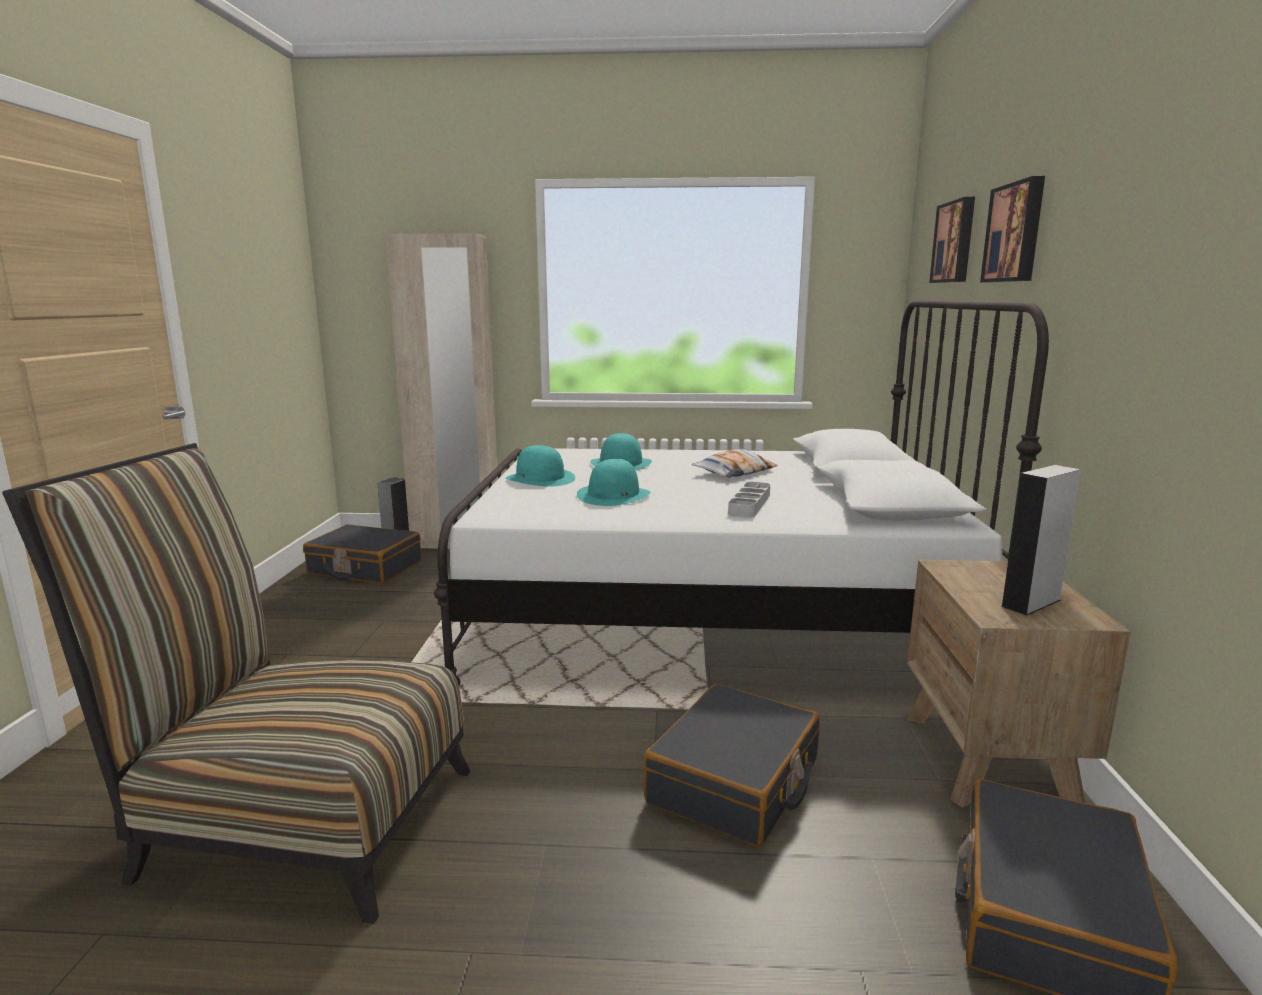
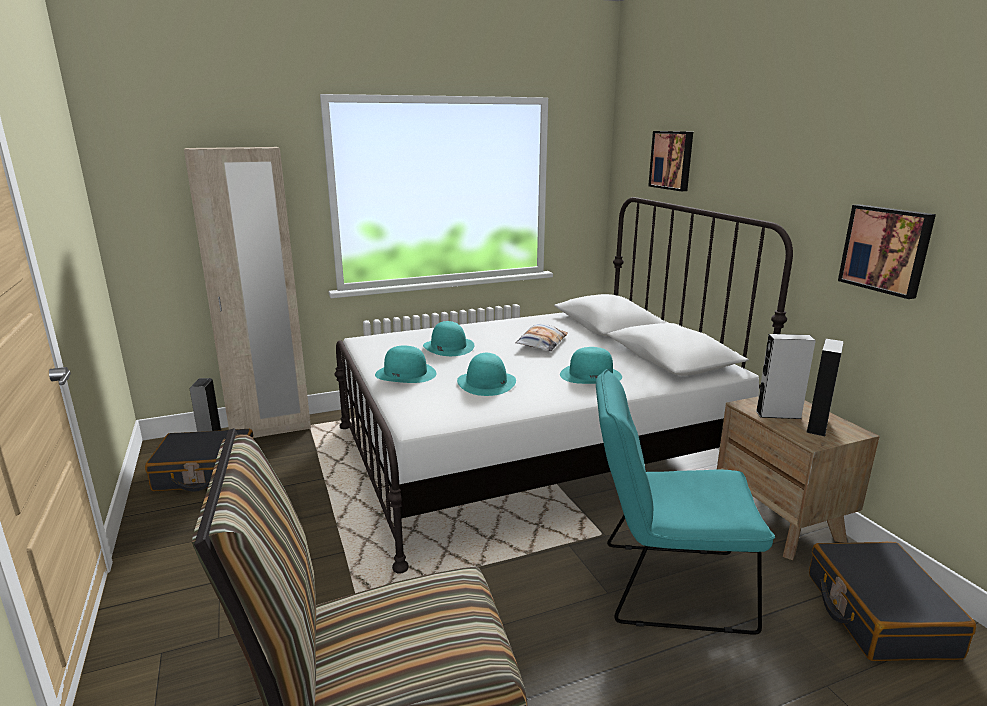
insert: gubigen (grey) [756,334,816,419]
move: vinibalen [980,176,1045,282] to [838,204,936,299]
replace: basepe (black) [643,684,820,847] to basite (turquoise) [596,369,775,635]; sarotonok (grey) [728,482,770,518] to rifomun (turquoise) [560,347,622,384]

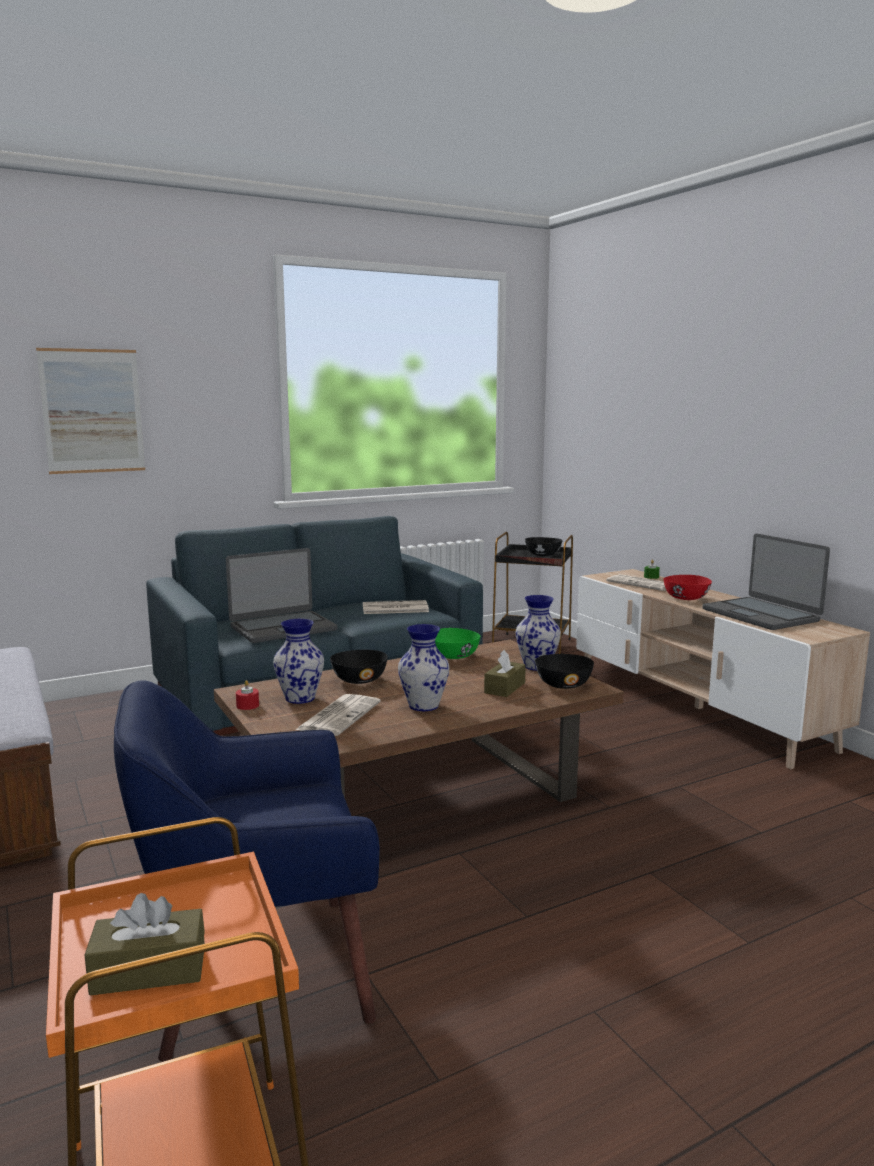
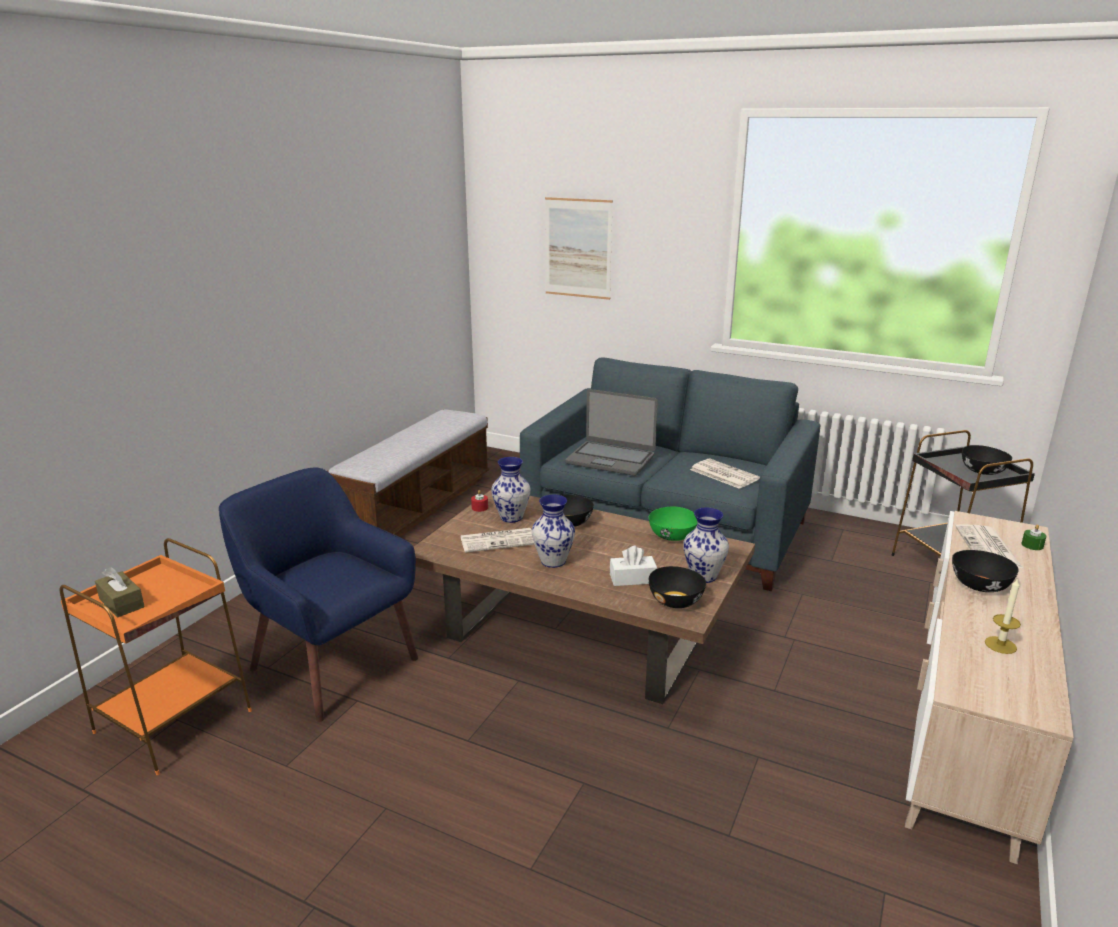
replace: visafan [702,533,830,630] to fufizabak [985,578,1021,654]
recolor: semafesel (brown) [484,650,526,697] to semafesel (white) [610,546,657,586]; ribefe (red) [664,575,712,600] to ribefe (black) [952,550,1019,592]

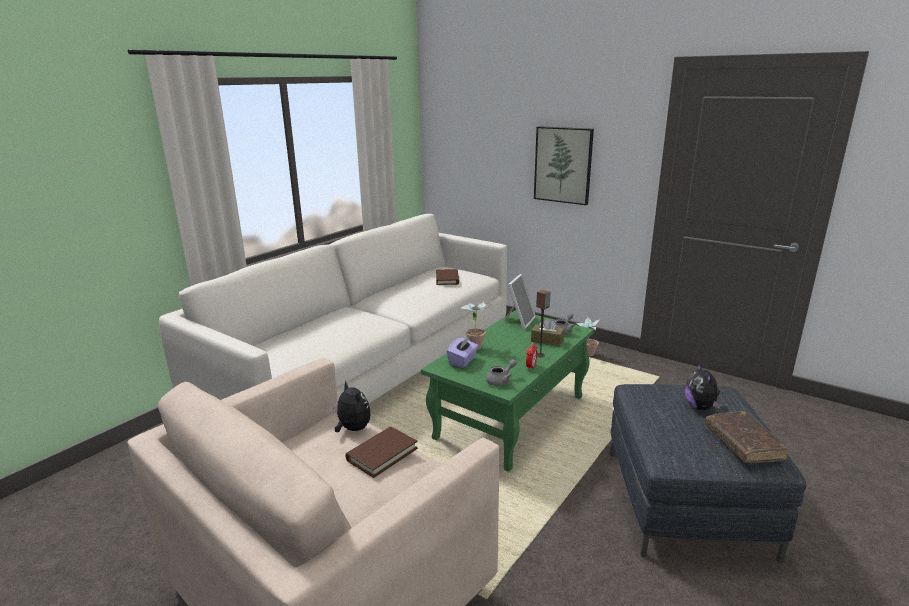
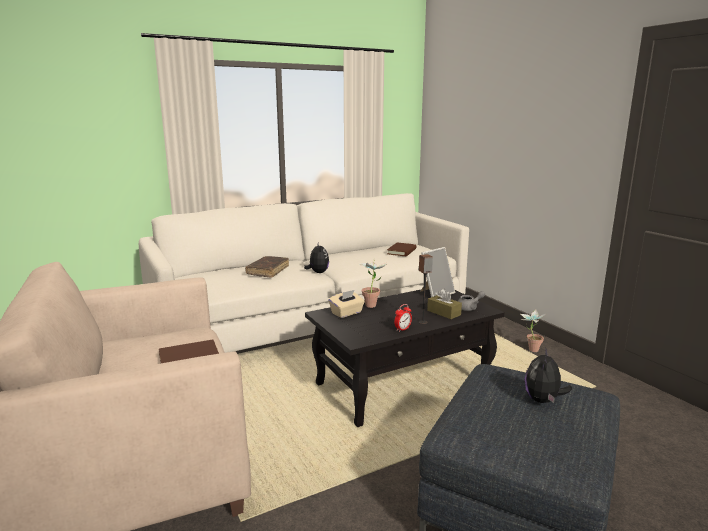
delete: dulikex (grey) [486,359,517,386]; vinibalen [534,126,594,205]
move: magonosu [333,381,371,432] to [304,244,329,273]; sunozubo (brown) [705,411,788,463] to [245,256,289,278]
recolor: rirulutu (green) [421,310,594,472] to rirulutu (black) [305,289,504,427]; semafesel (purple) [447,337,478,368] to semafesel (beige) [329,290,365,318]

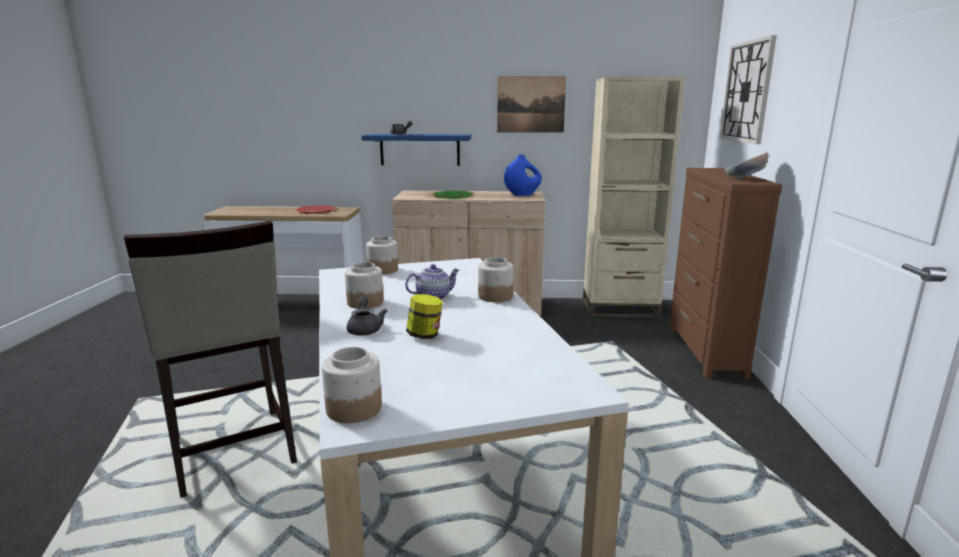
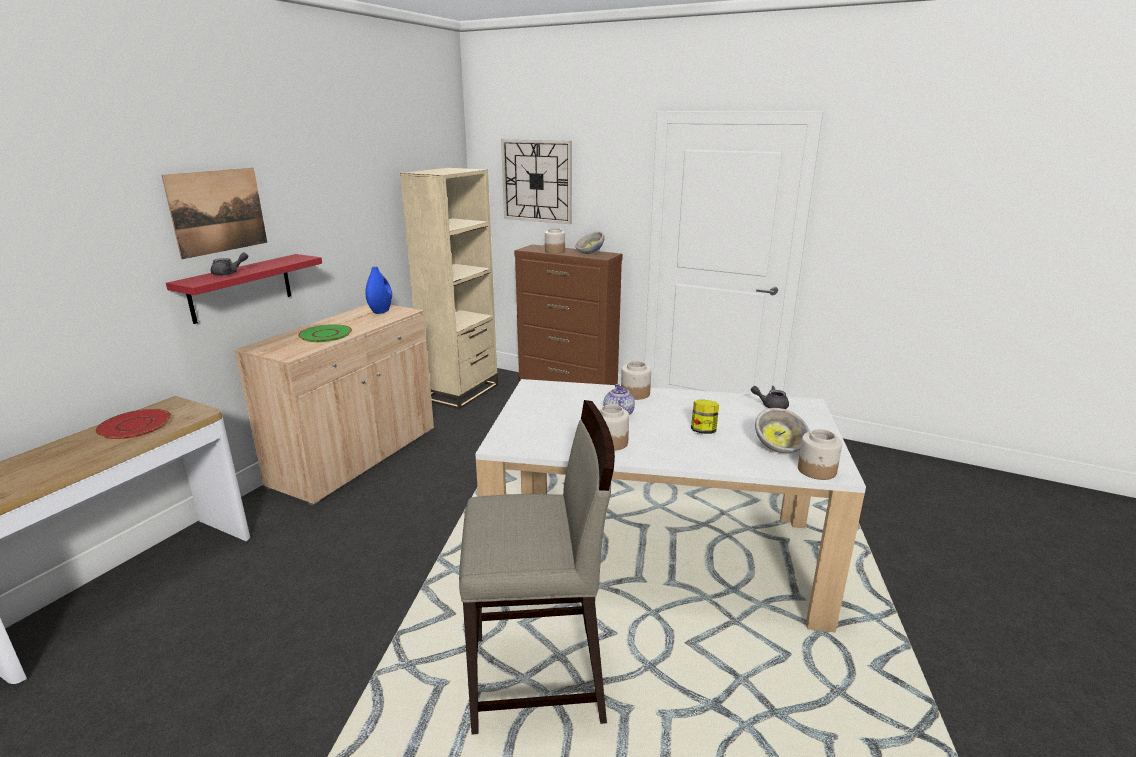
insert: ribefe [755,408,810,453]
move: dulikex (grey) [347,296,387,336] to [751,386,789,409]; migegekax [366,236,398,275] to [545,228,565,254]; vinibalen [497,76,566,133] to [161,168,267,259]
recolor: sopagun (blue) [362,134,471,166] to sopagun (red) [166,254,322,324]

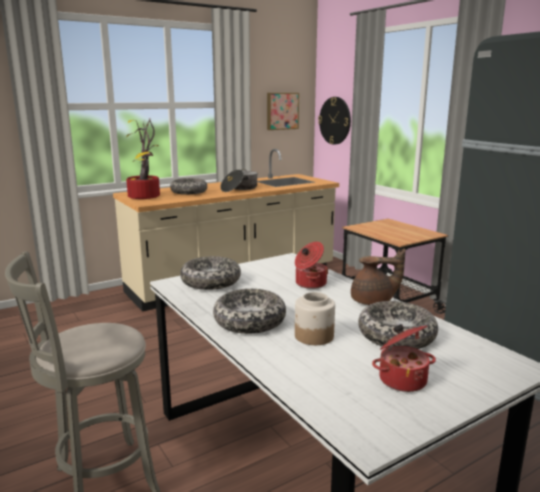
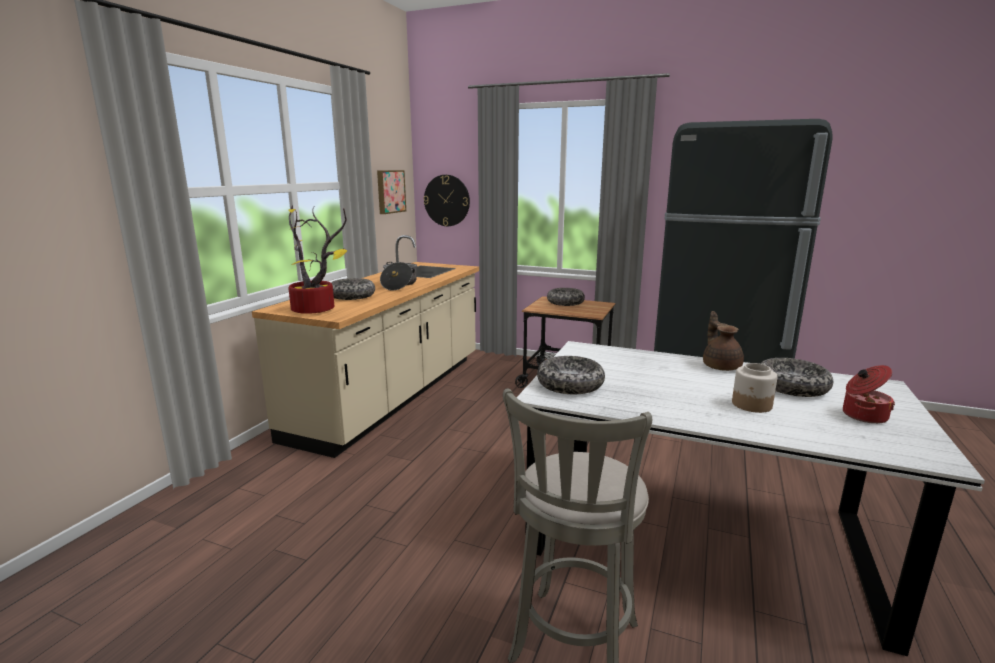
delete: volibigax [295,242,328,289]
move: ribefe [213,289,286,334] to [547,288,585,306]
rotate: dulikex (brown) [351,248,405,305] = [703,311,744,371] 60 degrees counterclockwise

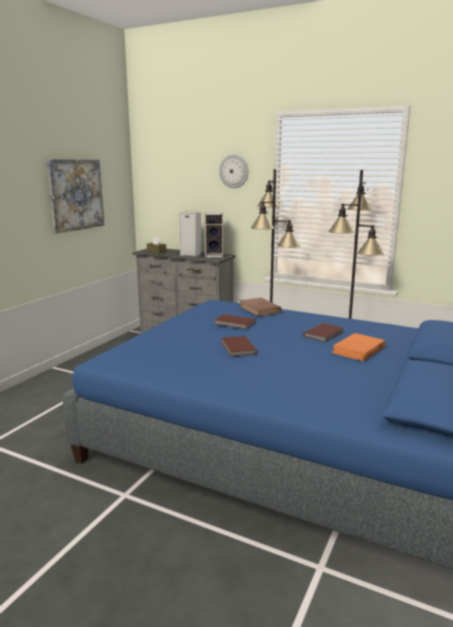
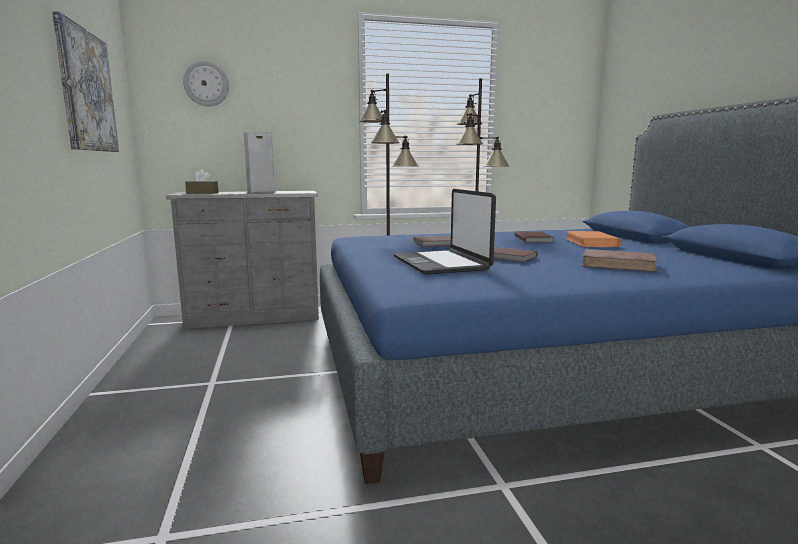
delete: gubigen [204,212,223,258]
insert: visafan [394,189,496,275]
move: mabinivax [219,154,249,188] to [183,61,229,107]; sunozubo (brown) [240,298,282,316] to [582,249,658,272]

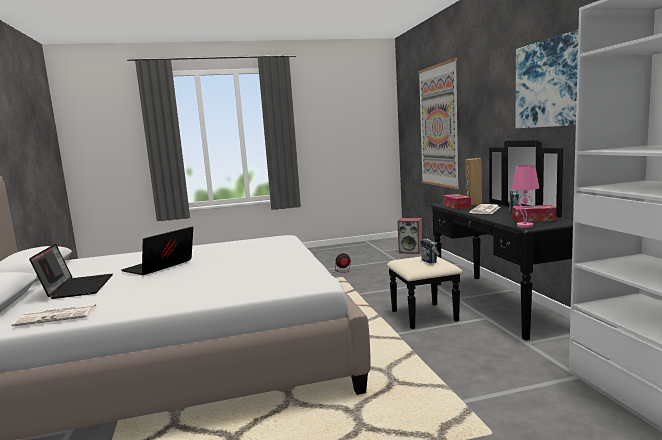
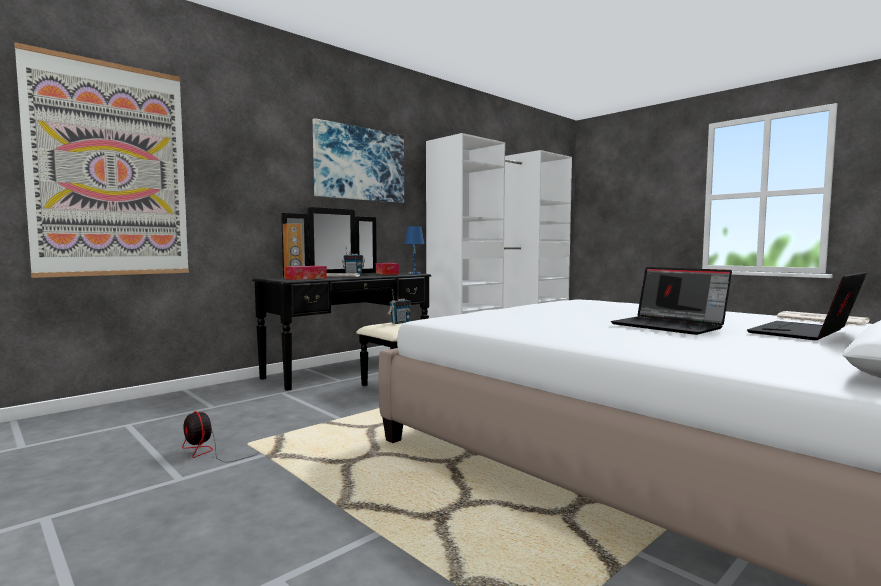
delete: gubigen [397,218,422,254]
recolor: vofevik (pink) [512,165,539,228] to vofevik (blue) [404,226,424,274]
rotate: visafan [121,226,193,275] = [611,267,732,335] 45 degrees clockwise

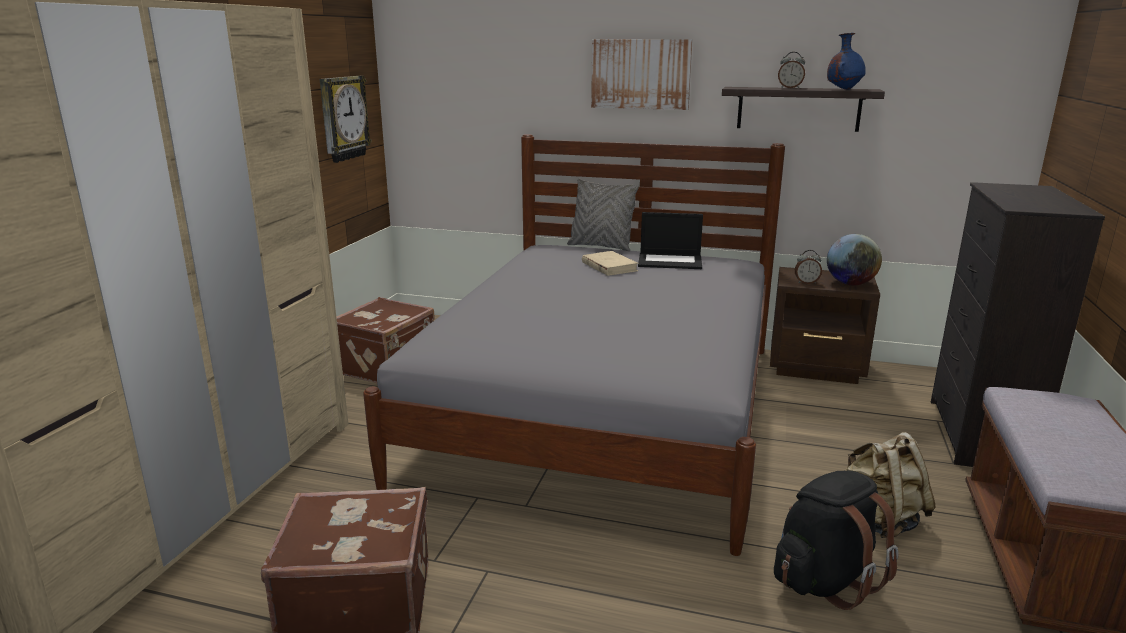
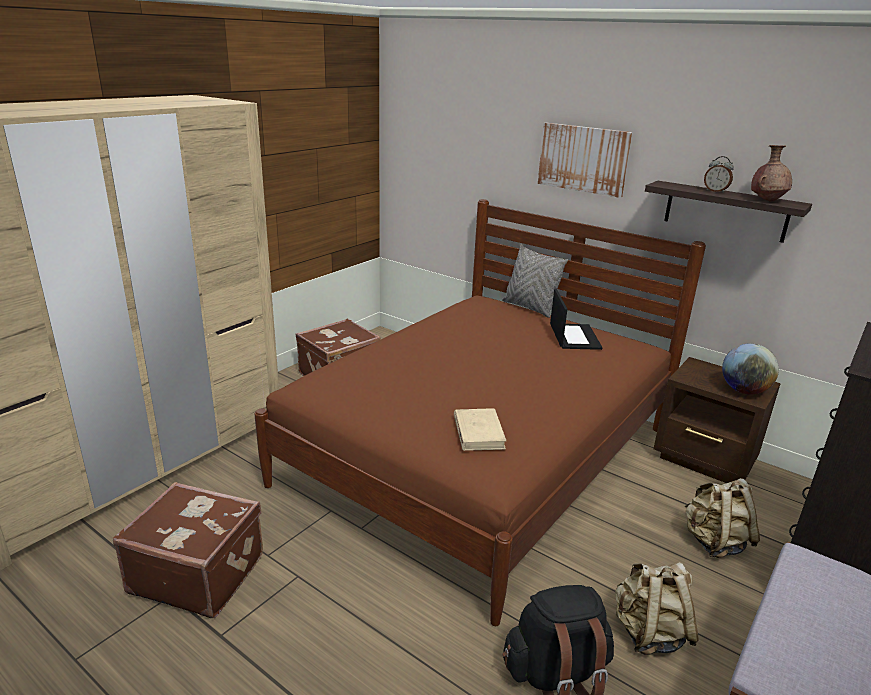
delete: mabinivax [320,76,371,163]; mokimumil [795,250,822,284]
insert: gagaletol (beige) [684,478,760,558]
move: sunozubo (beige) [582,251,639,276] to [454,409,506,451]
recolor: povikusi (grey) [363,134,785,556] to povikusi (brown) [254,199,706,626]; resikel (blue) [827,33,866,90] to resikel (brown) [751,145,792,202]
rotate: visafan [638,212,703,269] = [550,289,603,350] 120 degrees counterclockwise

